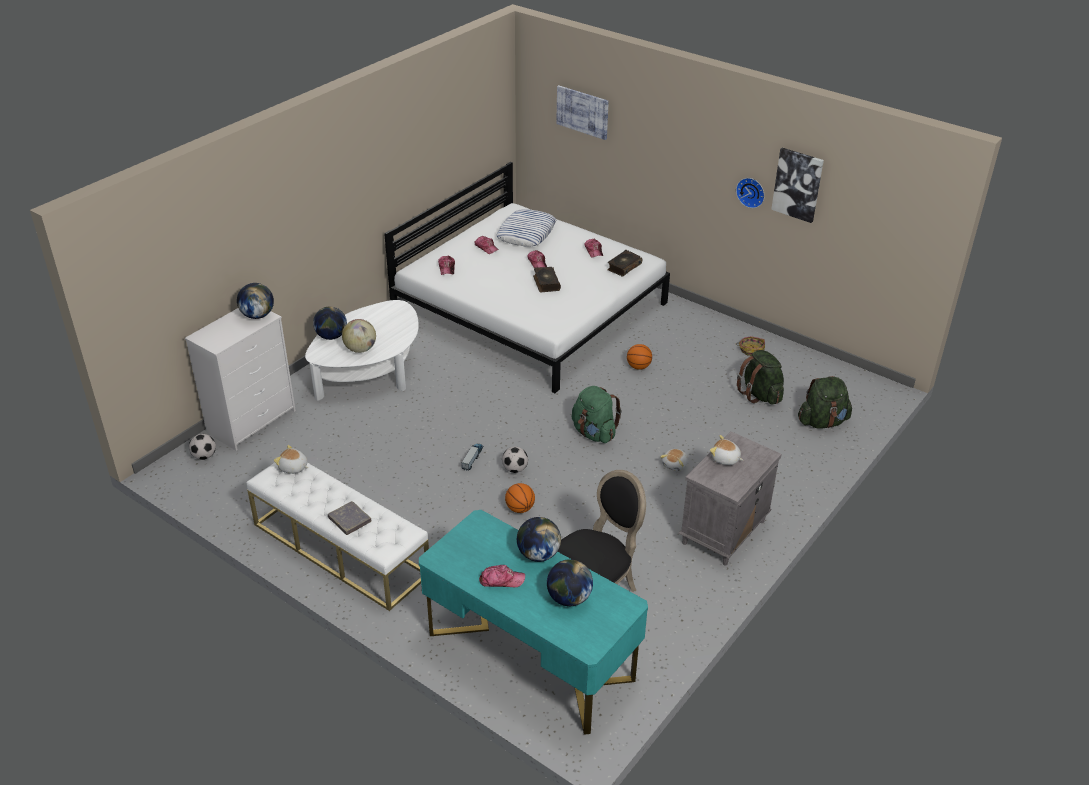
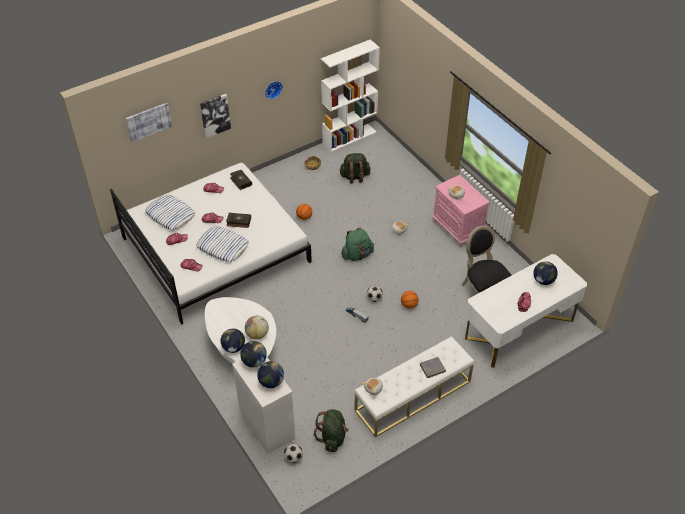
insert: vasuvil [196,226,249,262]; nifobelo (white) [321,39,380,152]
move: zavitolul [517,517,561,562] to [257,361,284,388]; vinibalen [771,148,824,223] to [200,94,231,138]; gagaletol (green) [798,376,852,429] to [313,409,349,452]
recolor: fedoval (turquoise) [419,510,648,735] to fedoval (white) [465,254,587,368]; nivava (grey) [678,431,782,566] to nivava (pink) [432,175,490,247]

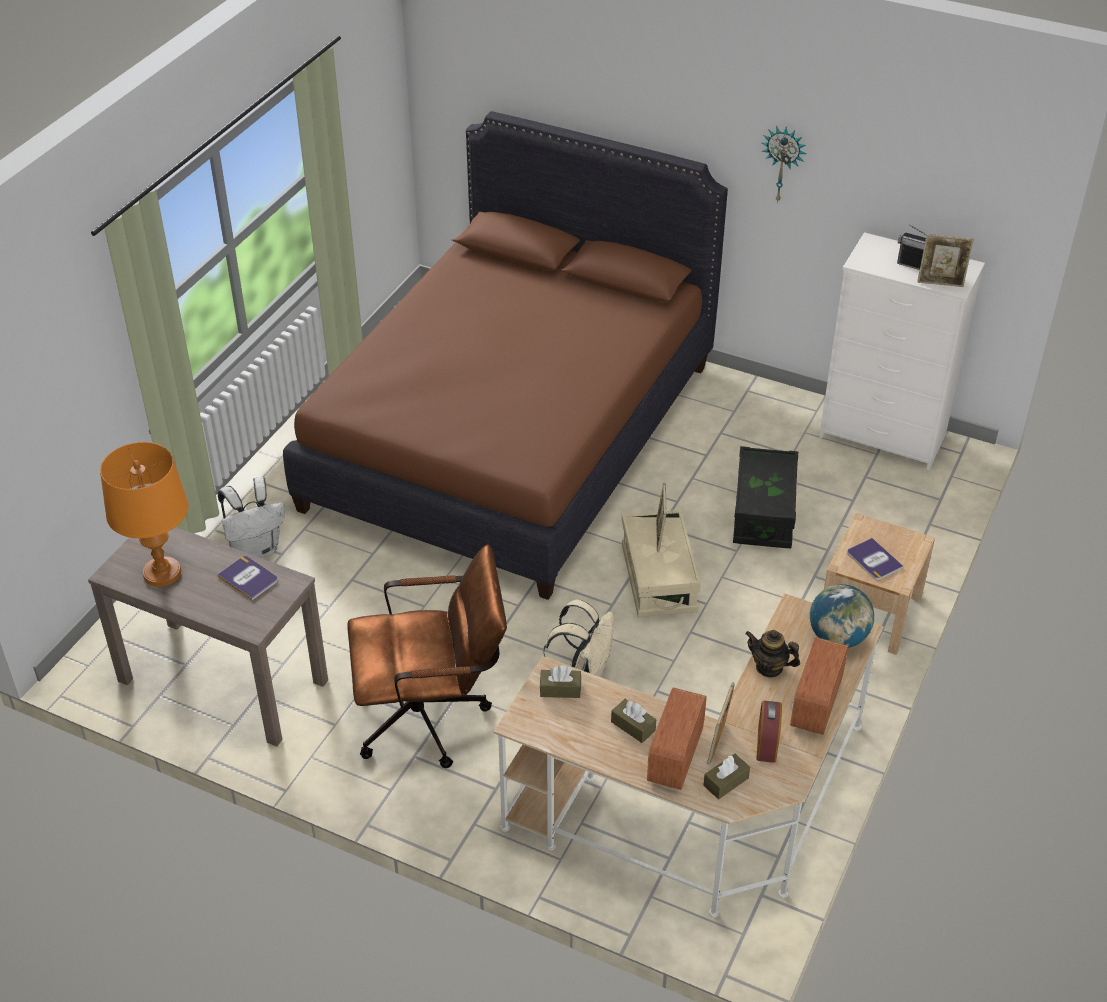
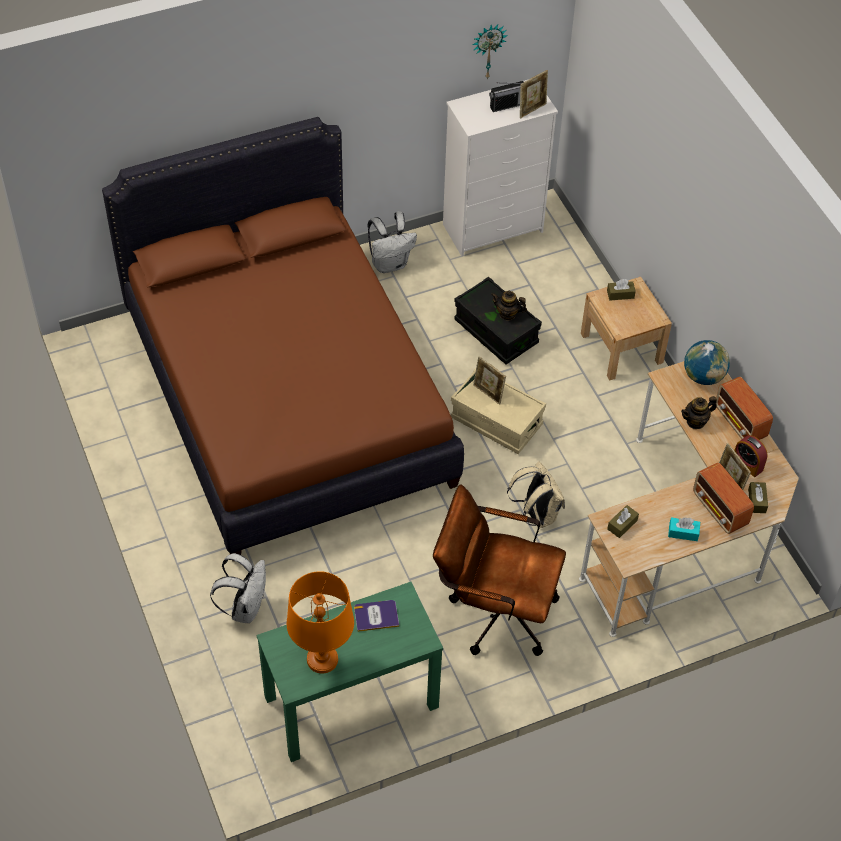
delete: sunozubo [847,538,903,580]
insert: gagaletol (white) [367,212,417,273]; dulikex [491,291,527,321]; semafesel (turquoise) [668,517,700,541]
move: semafesel (brown) [611,699,656,743] to [607,279,636,300]; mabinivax [761,126,806,203] to [473,24,508,80]
recolor: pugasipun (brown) [88,527,328,747] to pugasipun (green) [257,582,443,762]
rotate: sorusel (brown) [347,544,507,768] = [433,485,566,656] 105 degrees counterclockwise

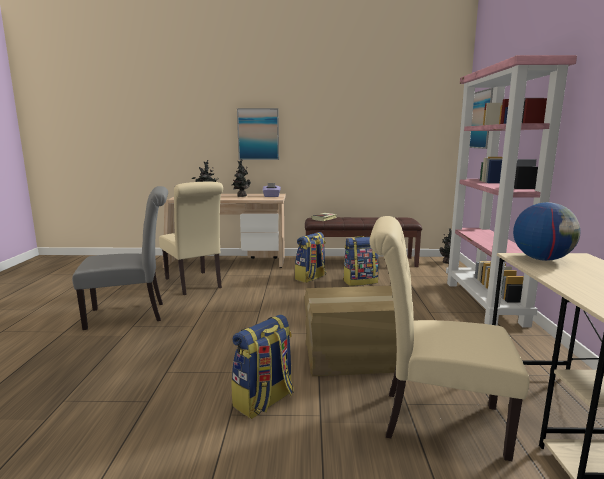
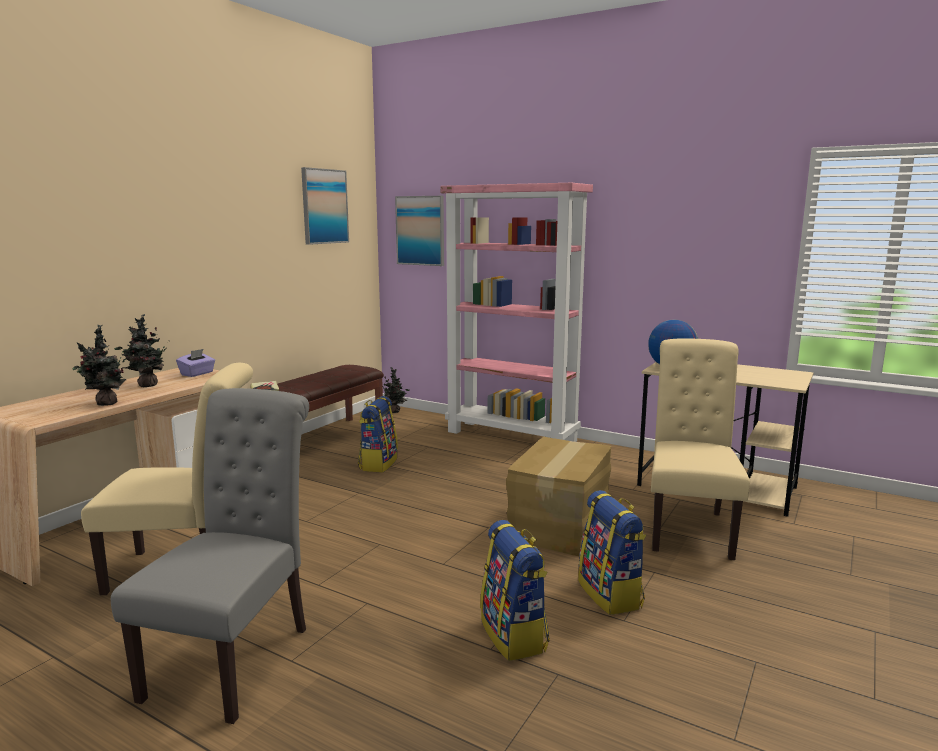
move: vinibalen [237,108,279,160] to [301,167,349,245]; gagaletol [295,232,326,283] to [480,520,550,661]
rotate: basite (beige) [370,216,530,461] = [651,338,750,560] 150 degrees clockwise

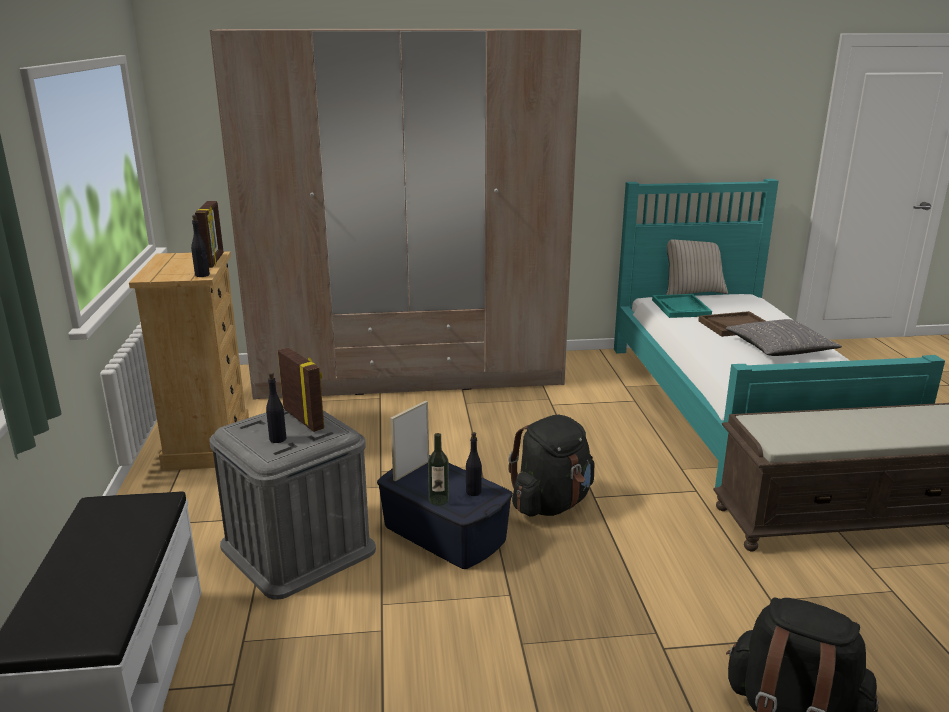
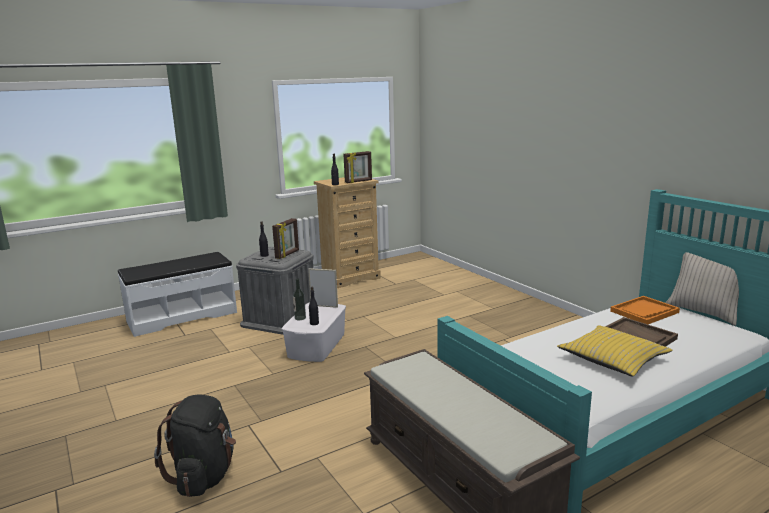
delete: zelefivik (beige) [210,29,581,400]; gagaletol (black) [508,415,595,516]
recolor: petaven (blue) [377,455,513,569] to petaven (white) [282,303,346,362]; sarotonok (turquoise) [652,294,712,318] to sarotonok (orange) [610,296,680,324]; vasuvil (grey) [726,319,842,356] to vasuvil (yellow) [557,325,673,377]

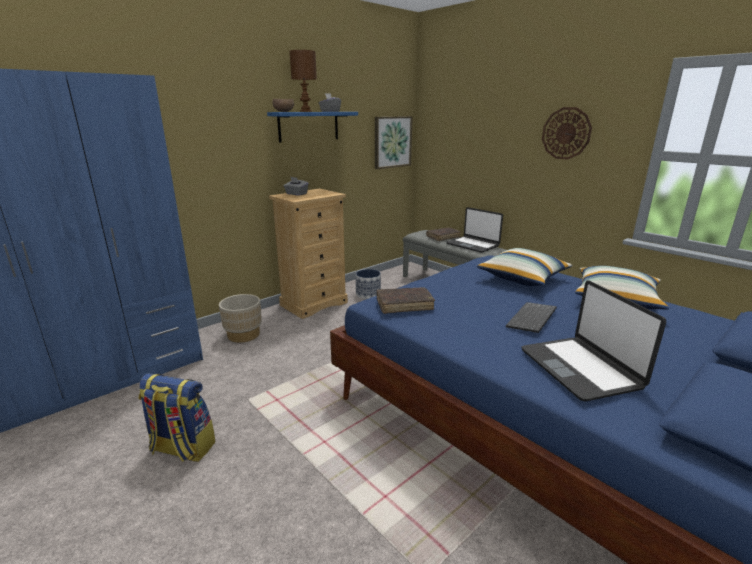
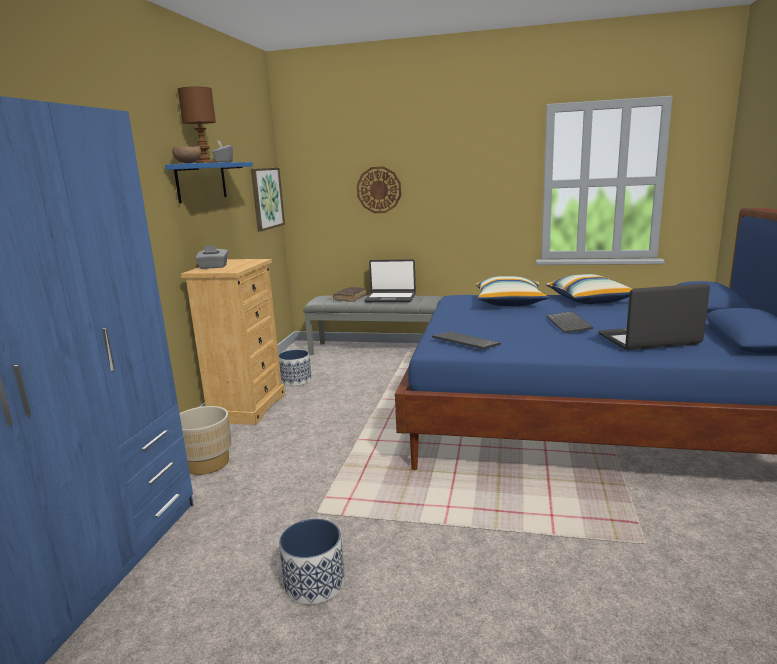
move: mabinivax [542,107,592,160] to [357,167,401,213]
replace: gagaletol [139,373,215,462] to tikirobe [279,519,345,605]; sunozubo (brown) [377,287,435,314] to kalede [432,332,501,349]
rotate: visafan [521,281,666,402] = [598,283,710,350] 135 degrees clockwise

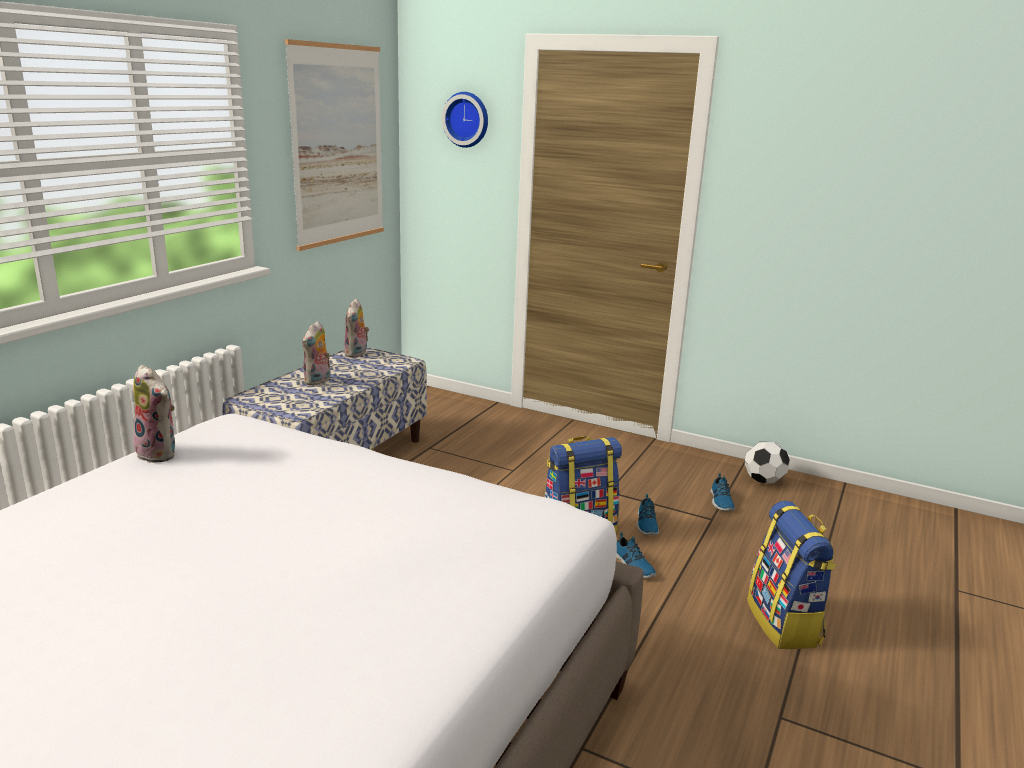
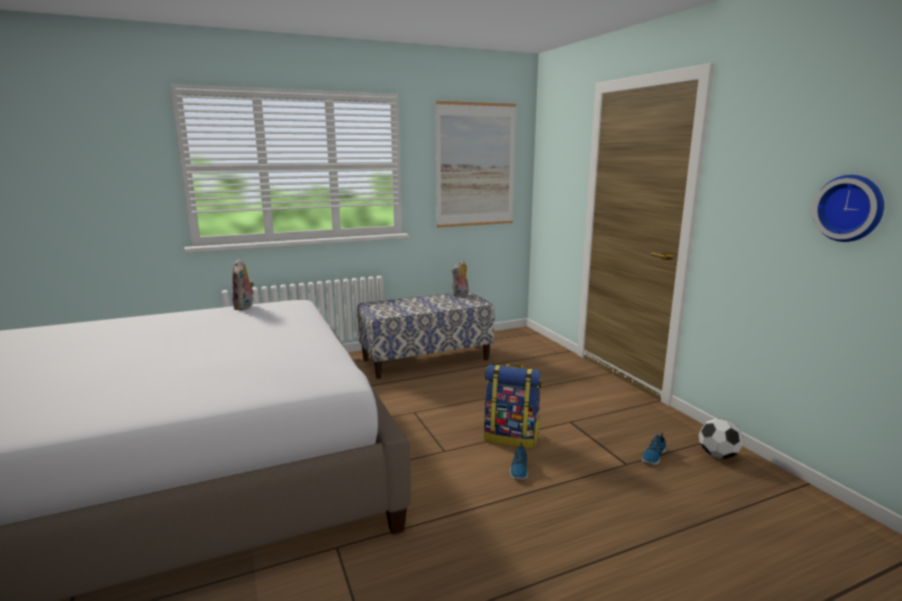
delete: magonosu [302,321,331,386]; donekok [636,494,659,535]; gagaletol [747,501,836,649]
move: mabinivax [442,92,488,148] to [812,175,884,242]

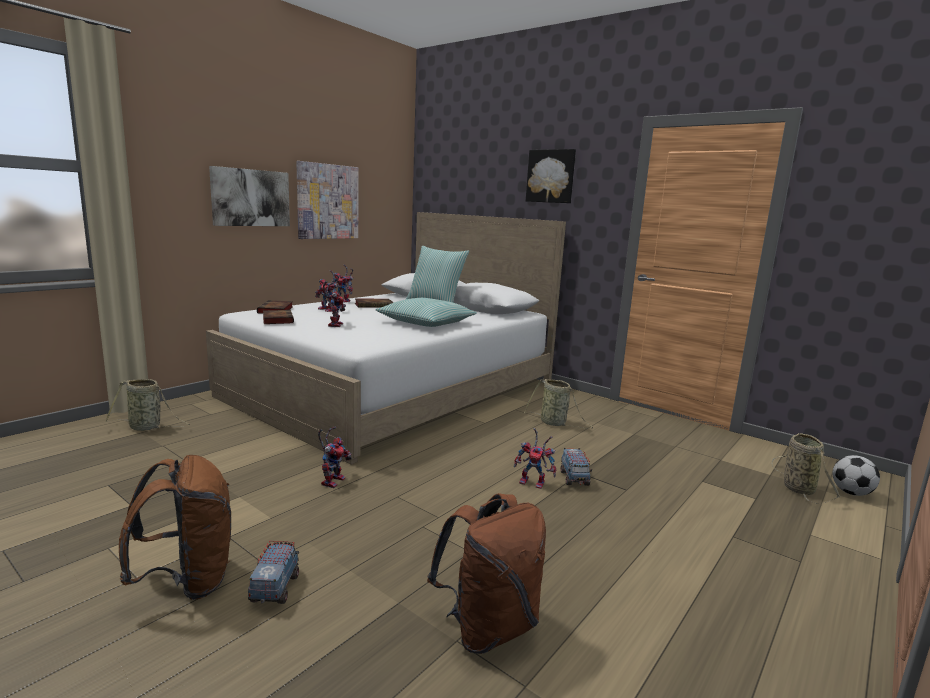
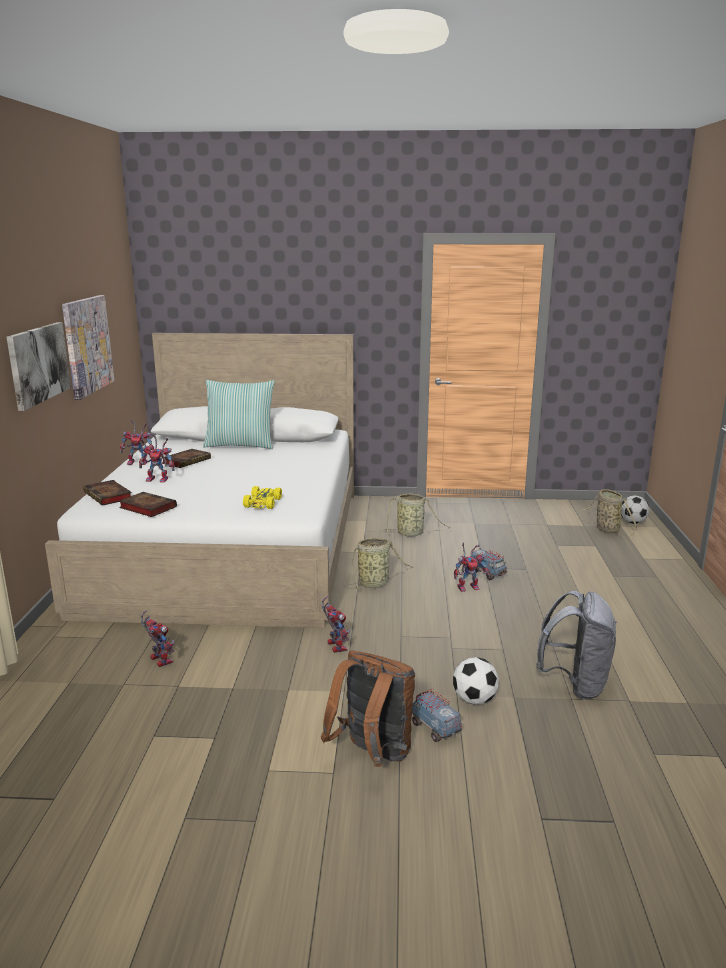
delete: vasuvil [376,298,477,327]; vinibalen [526,149,576,203]
insert: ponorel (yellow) [243,486,282,509]; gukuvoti [453,657,499,705]
move: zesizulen [105,379,190,431] to [346,538,413,589]; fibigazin [323,281,346,327] to [141,610,175,667]
recolor: gagaletol (brown) [427,493,546,654] to gagaletol (grey) [536,591,617,699]

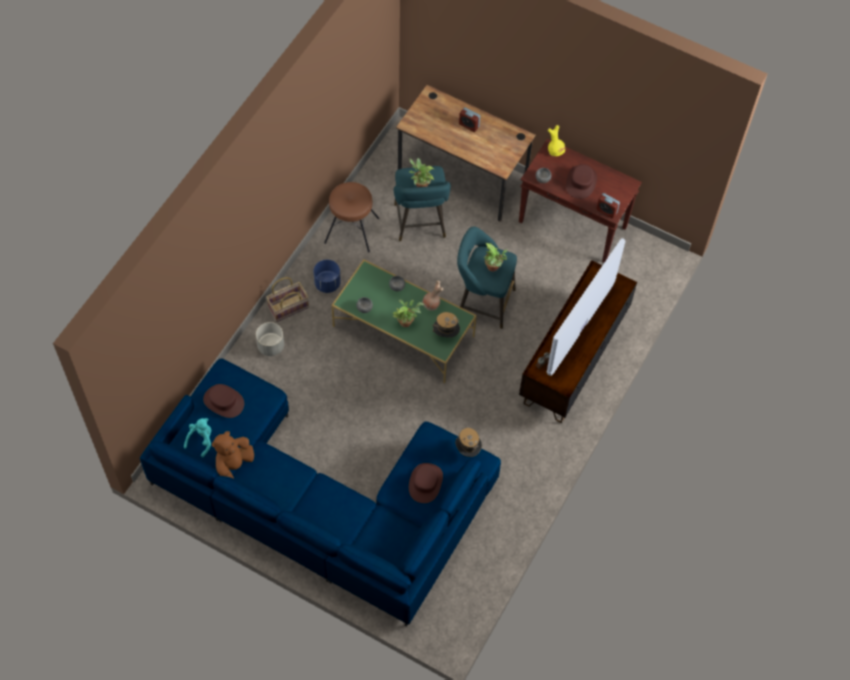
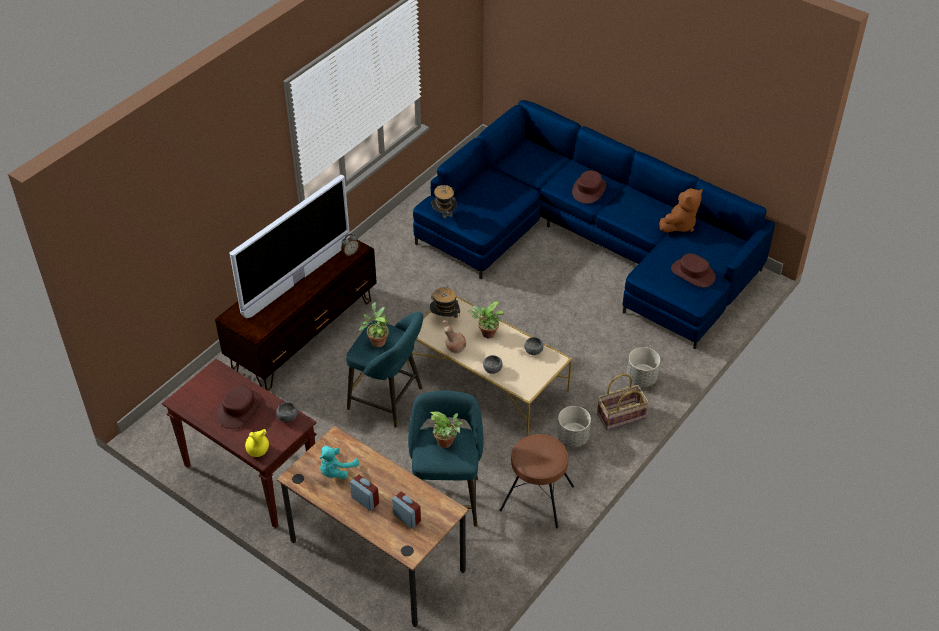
move: magonosu (turquoise) [184,418,211,457] to [320,446,359,479]; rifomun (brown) [409,463,443,503] to [572,170,607,204]; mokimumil [596,193,620,219] to [392,492,421,529]
recolor: tikirobe (blue) [313,260,341,293] to tikirobe (grey) [557,406,591,447]; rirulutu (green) [331,259,477,384] to rirulutu (beige) [407,296,572,436]

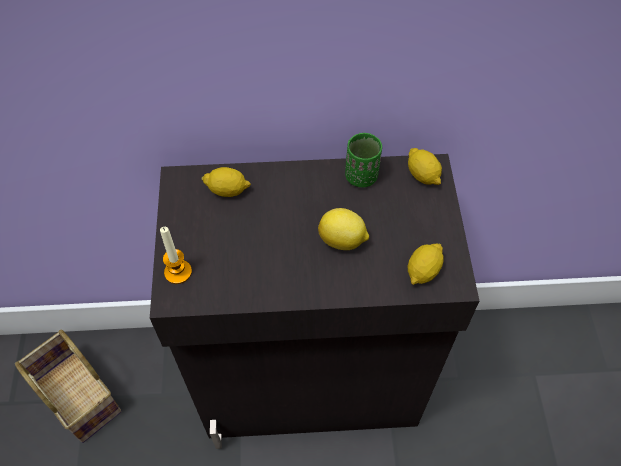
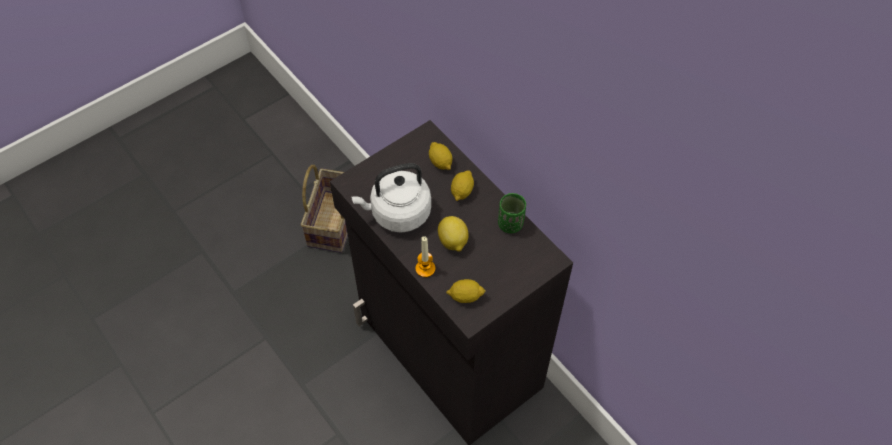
insert: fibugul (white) [351,163,431,233]
move: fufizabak [160,227,192,284] to [415,236,436,278]; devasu [408,148,442,185] to [451,170,474,201]

